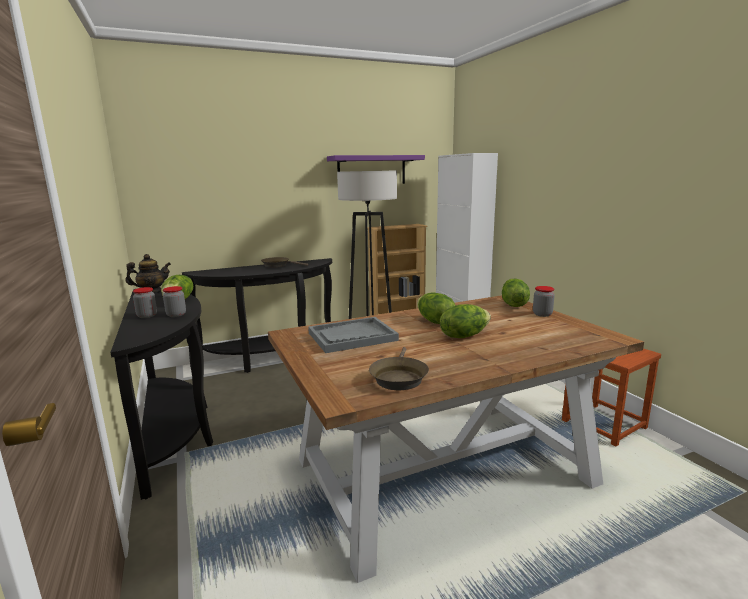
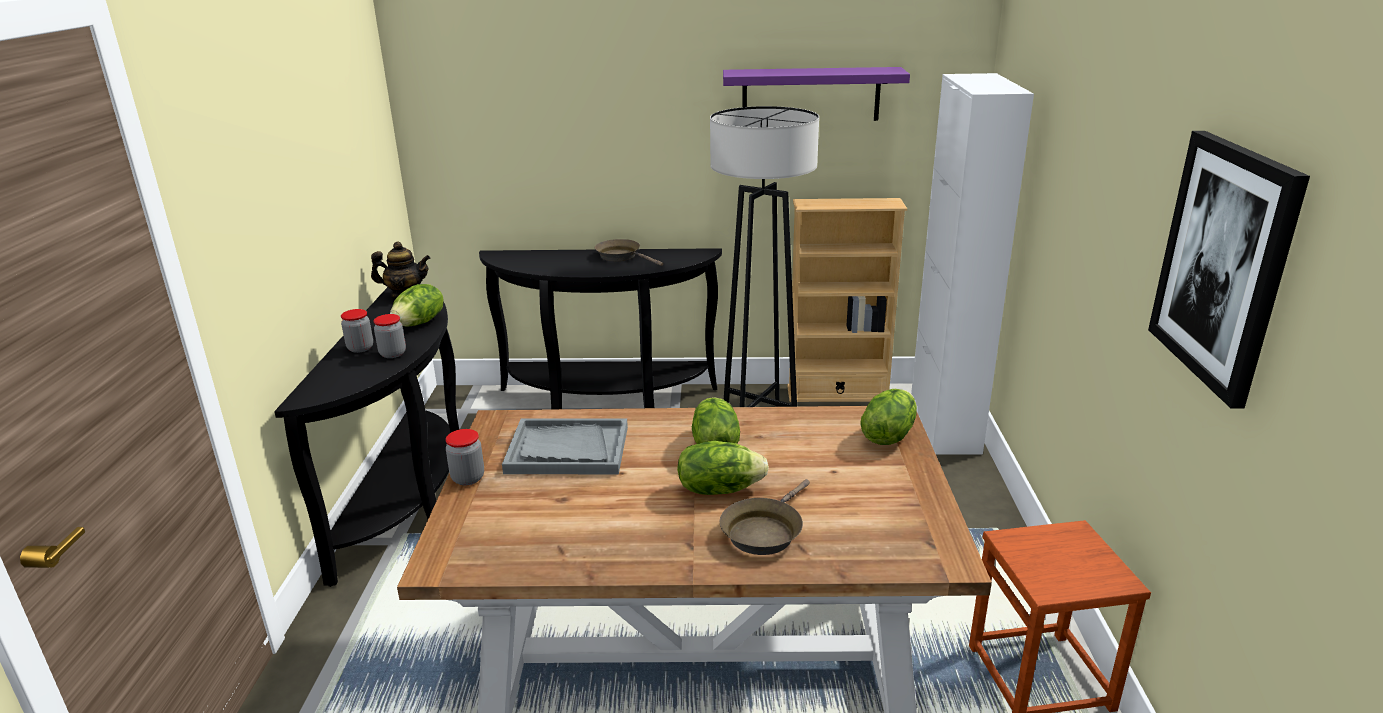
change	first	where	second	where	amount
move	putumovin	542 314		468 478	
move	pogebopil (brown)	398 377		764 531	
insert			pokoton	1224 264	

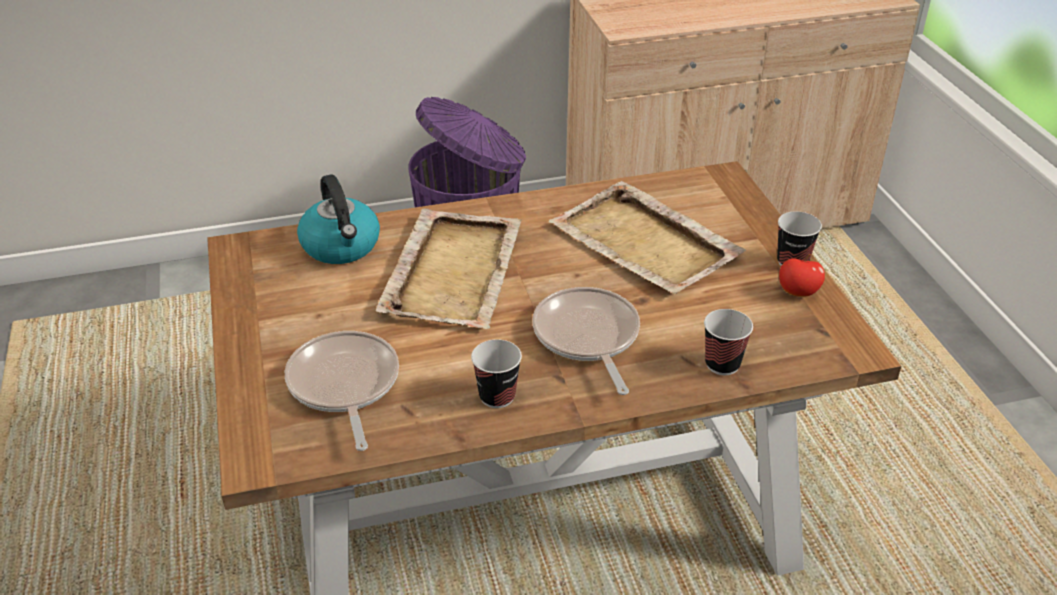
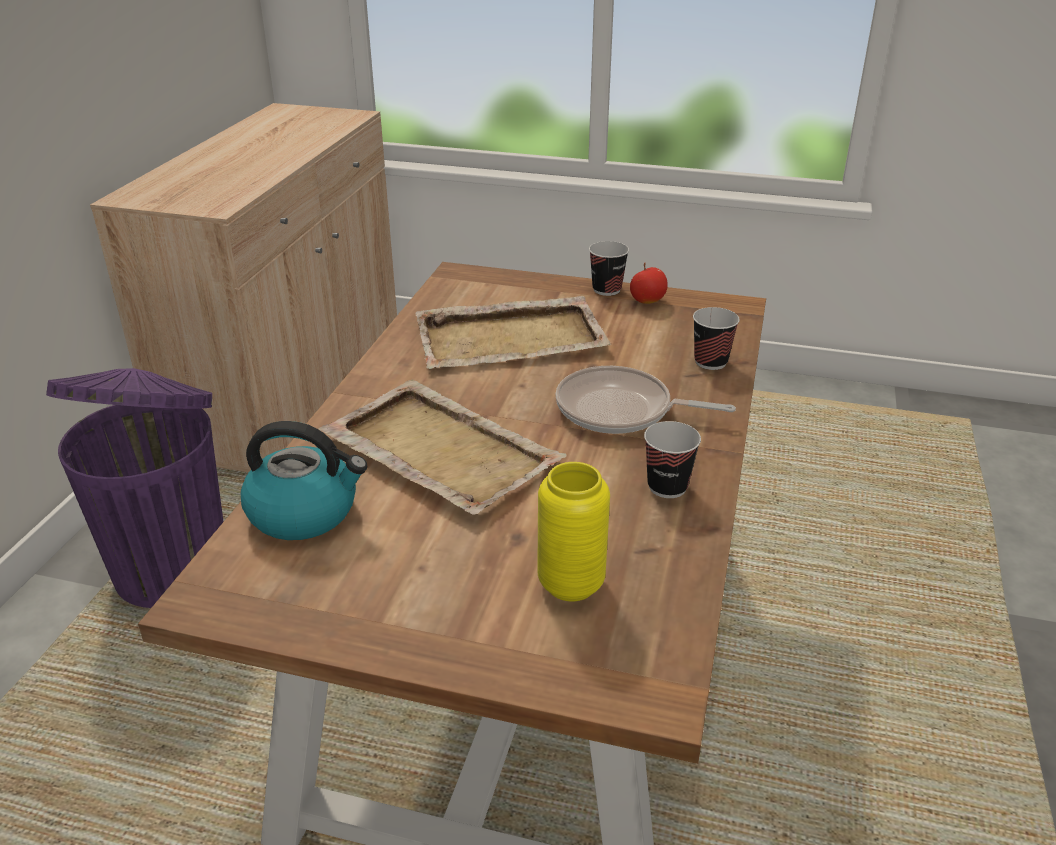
change	first	where	second	where	amount
replace	pogebopil	344 385	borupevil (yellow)	571 584	

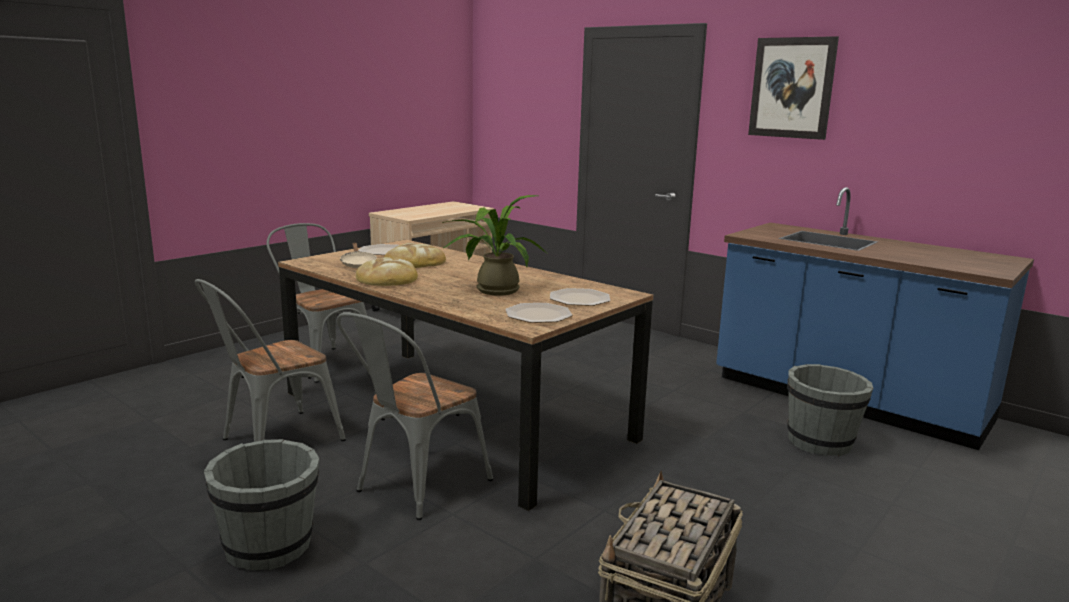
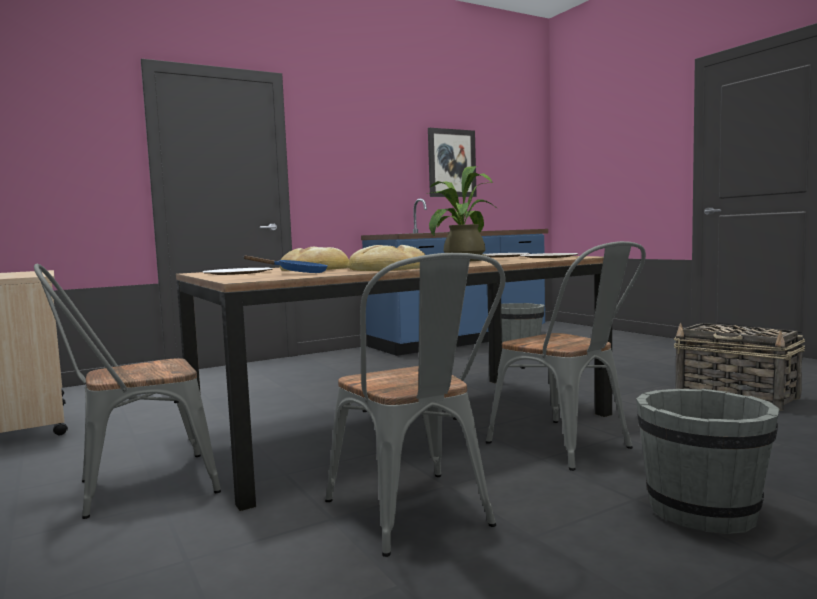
change	first	where	second	where	amount
move	pokoton	792 88		451 163	
recolor	pogebopil (beige)	358 264	pogebopil (blue)	297 273	

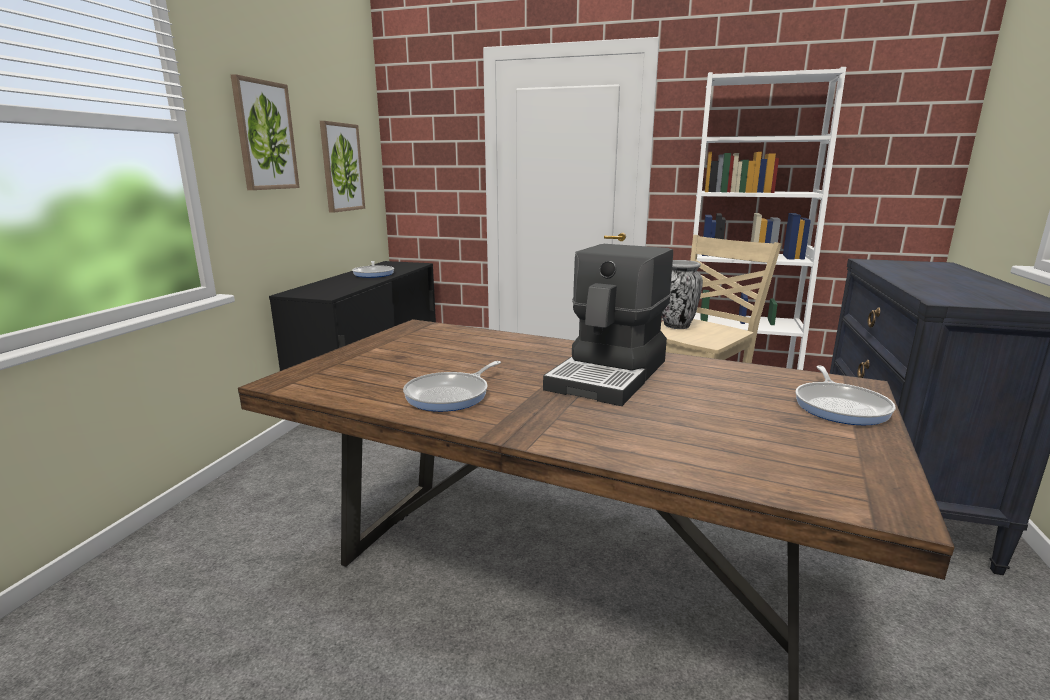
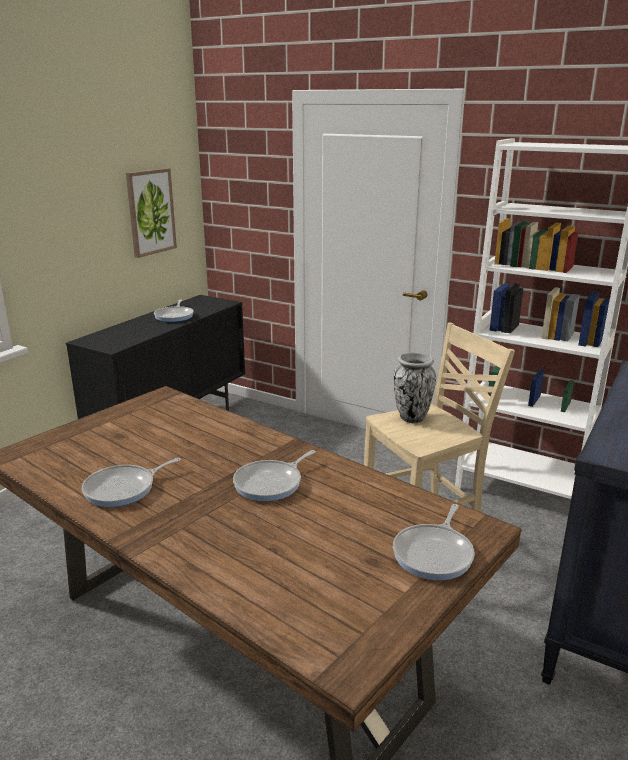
change	first	where	second	where	amount
delete	pokoton	265 136			
replace	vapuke	610 375	pogebopil	271 483	

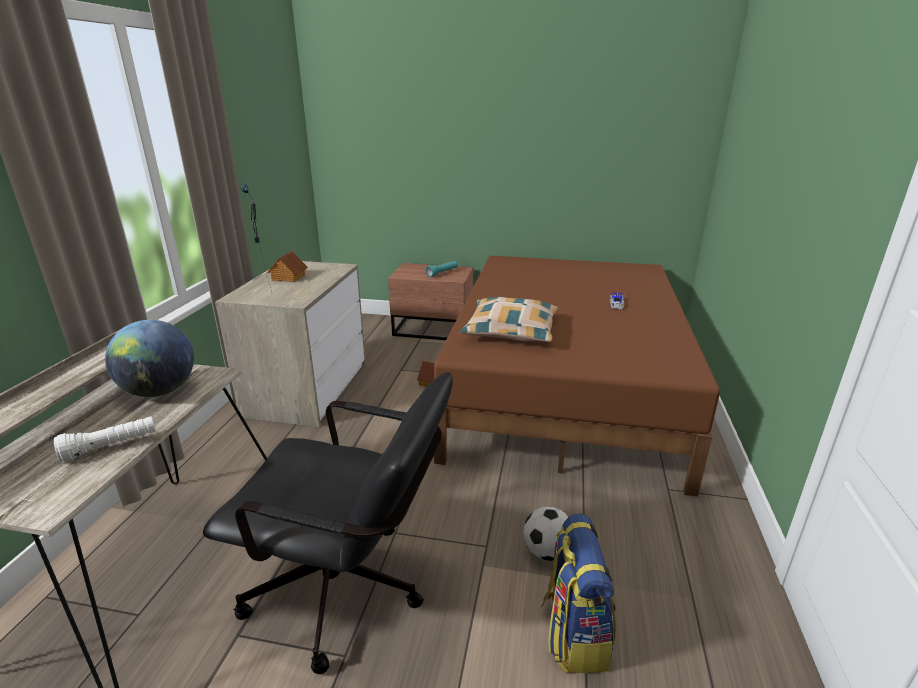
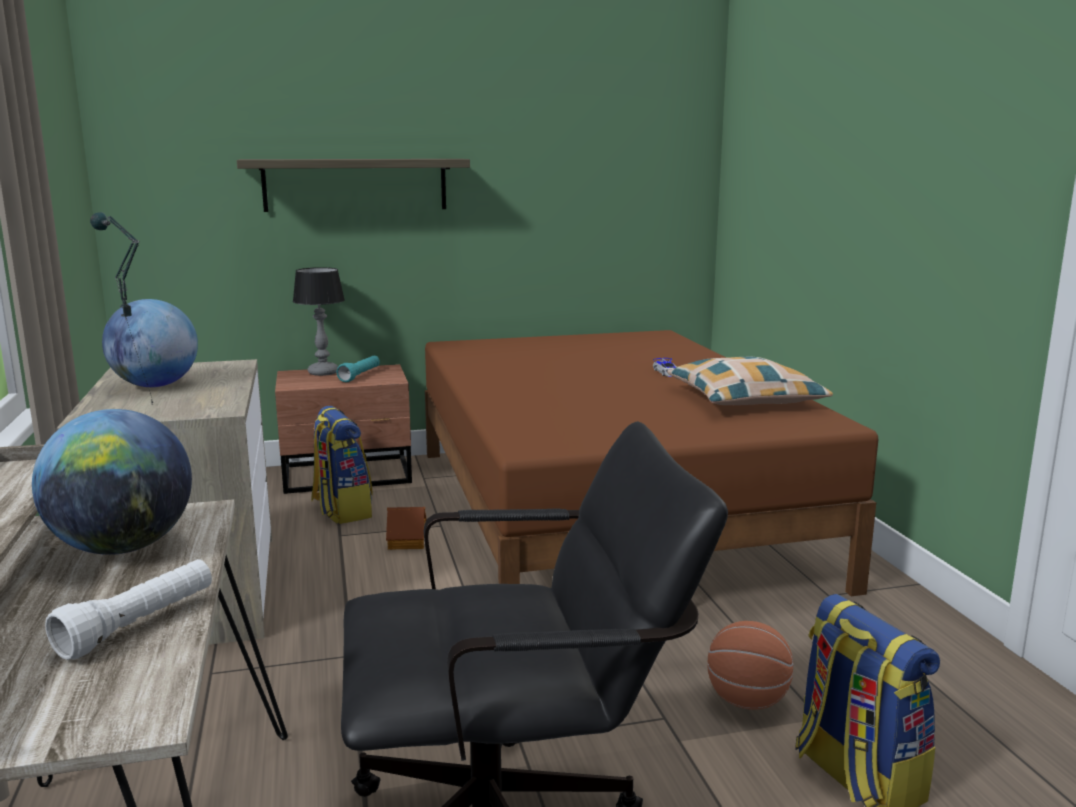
change	first	where	second	where	amount
replace	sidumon	288 278	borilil	155 385	
move	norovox	511 330		745 399	
replace	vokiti	547 552	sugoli	748 701	
insert			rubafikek	355 184	
insert			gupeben	322 372	
insert			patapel	341 510	

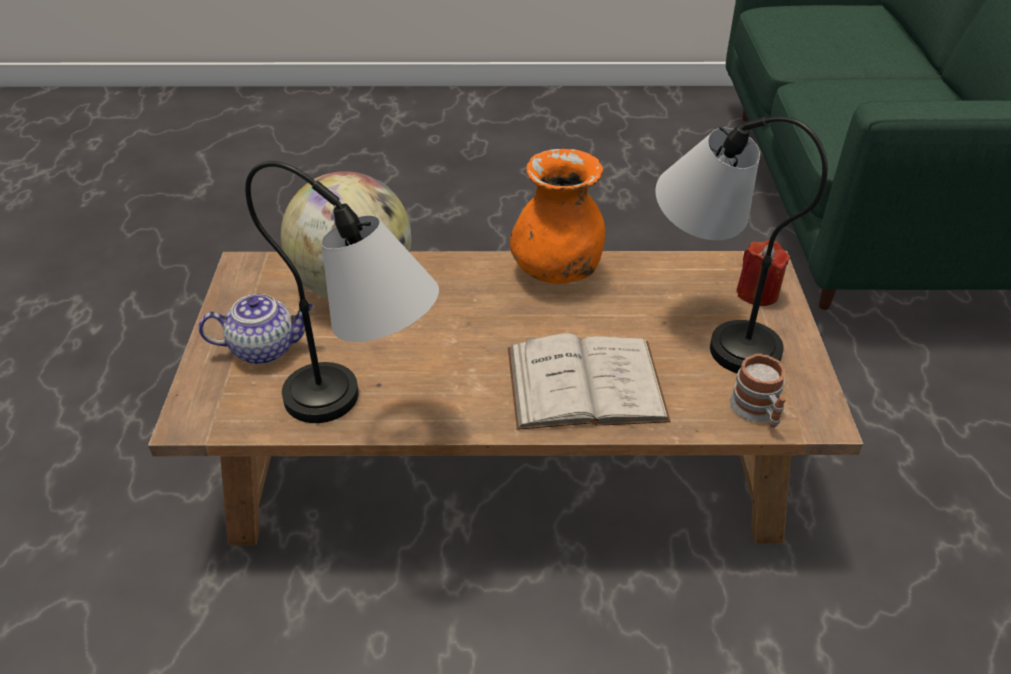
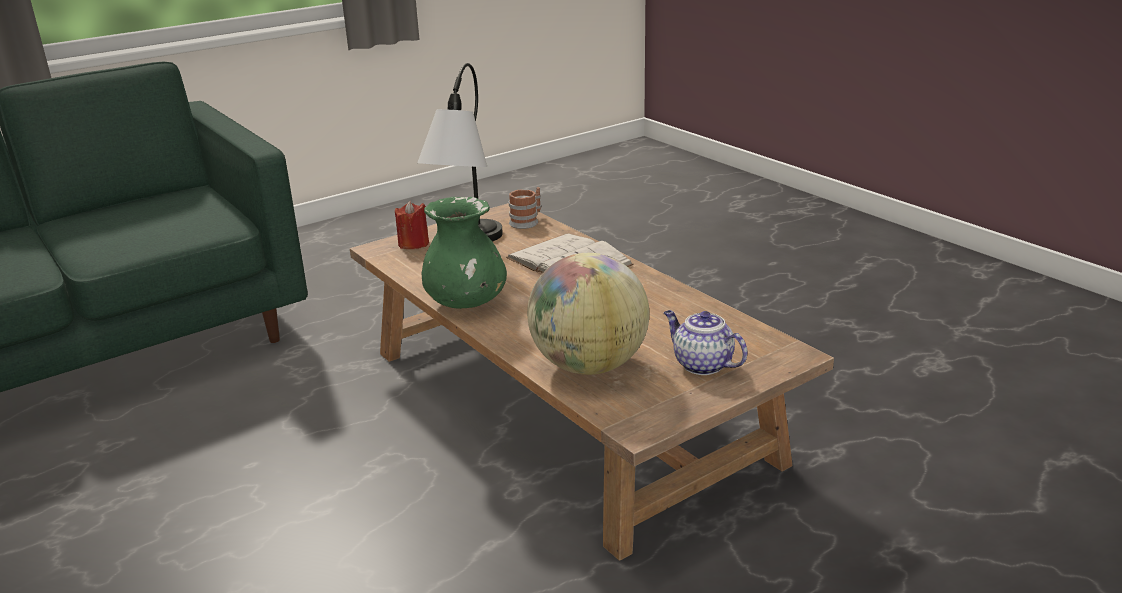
change	first	where	second	where	amount
recolor	borupevil (orange)	557 271	borupevil (green)	467 303	
delete	gupeben	366 411			

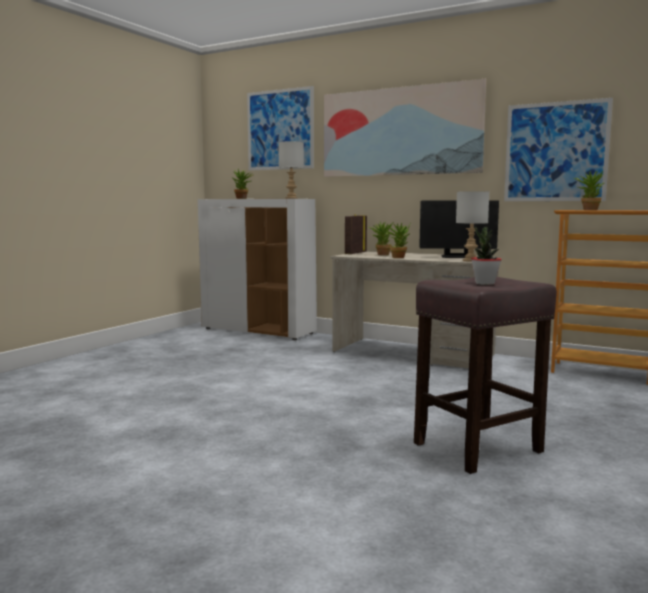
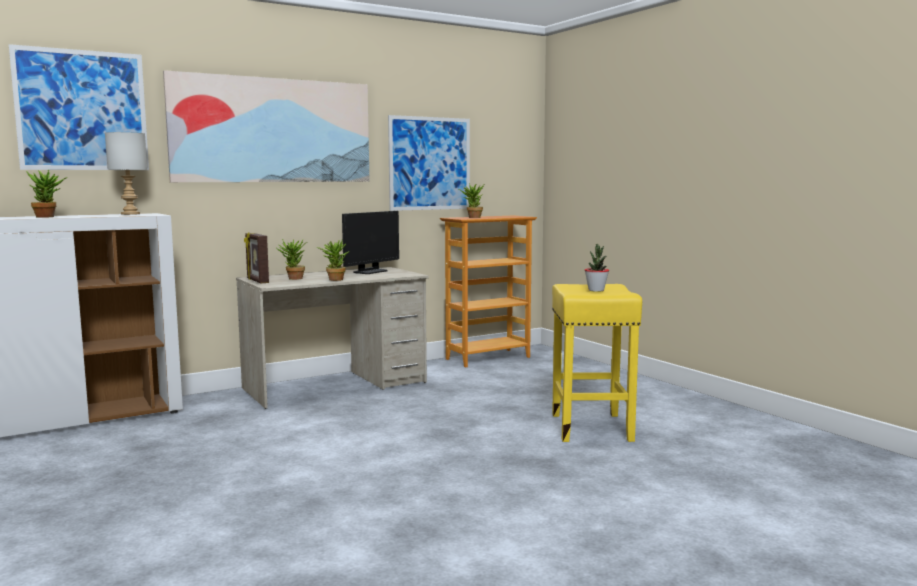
change	first	where	second	where	amount
delete	gupeben (grey)	470 260			
recolor	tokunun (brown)	479 447	tokunun (yellow)	590 427	

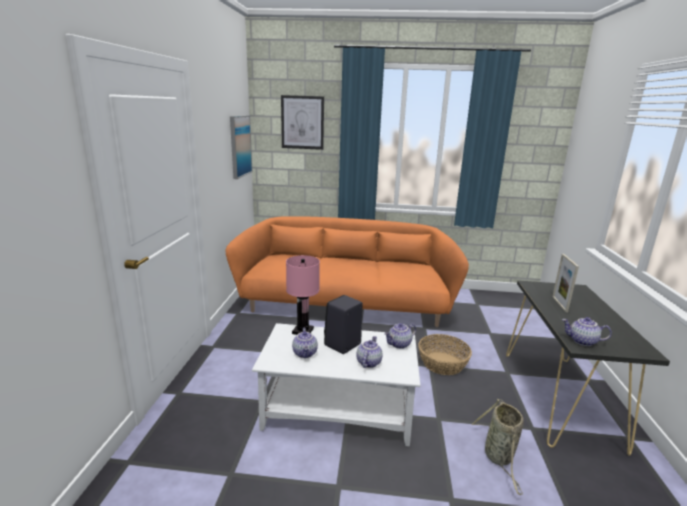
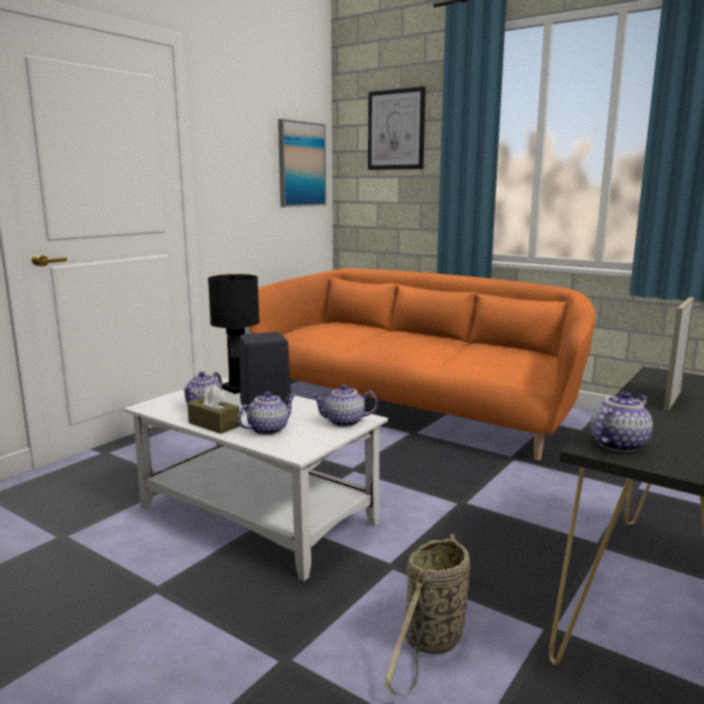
change	first	where	second	where	amount
recolor	gupeben (pink)	302 331	gupeben (black)	237 388	
rotate	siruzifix	582 341		617 444	90 degrees clockwise
delete	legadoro	443 363			
insert			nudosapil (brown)	214 424	

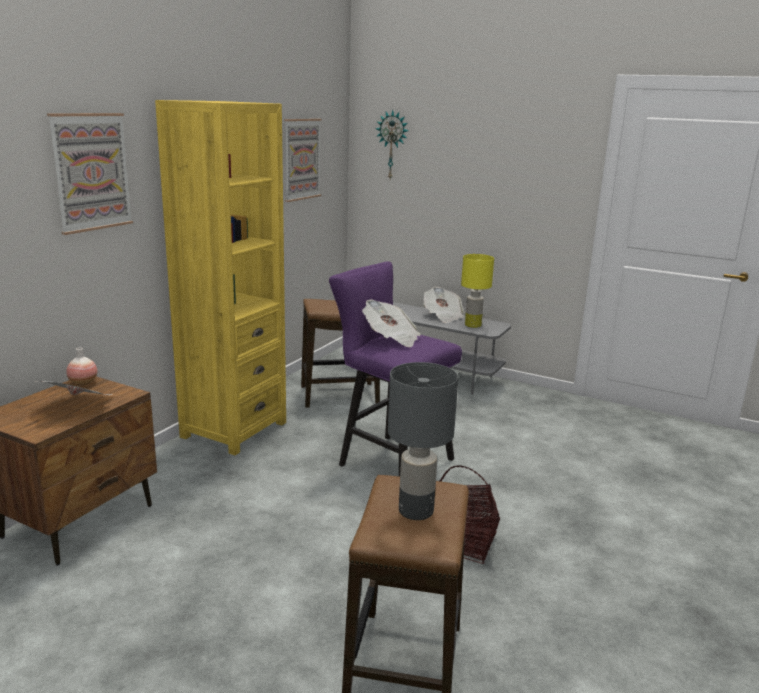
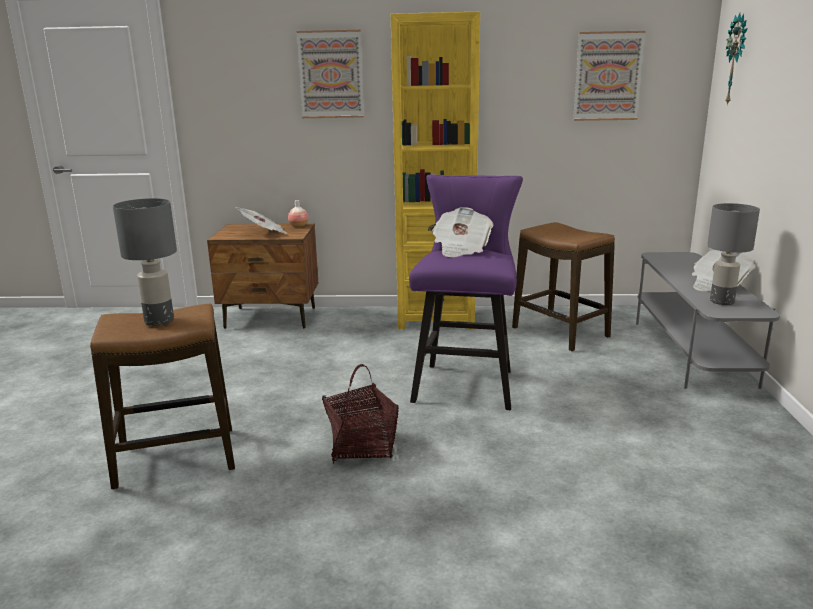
change	first	where	second	where	amount
recolor	gupeben (yellow)	472 325	gupeben (grey)	721 301	

